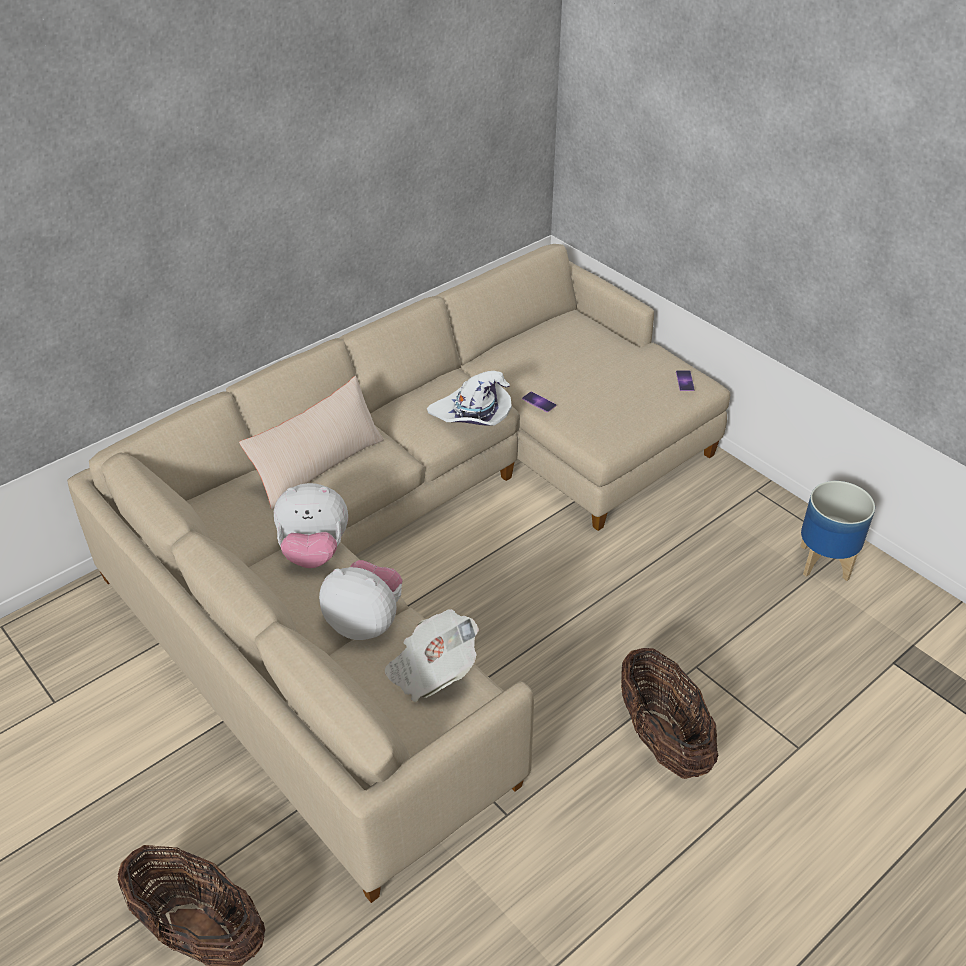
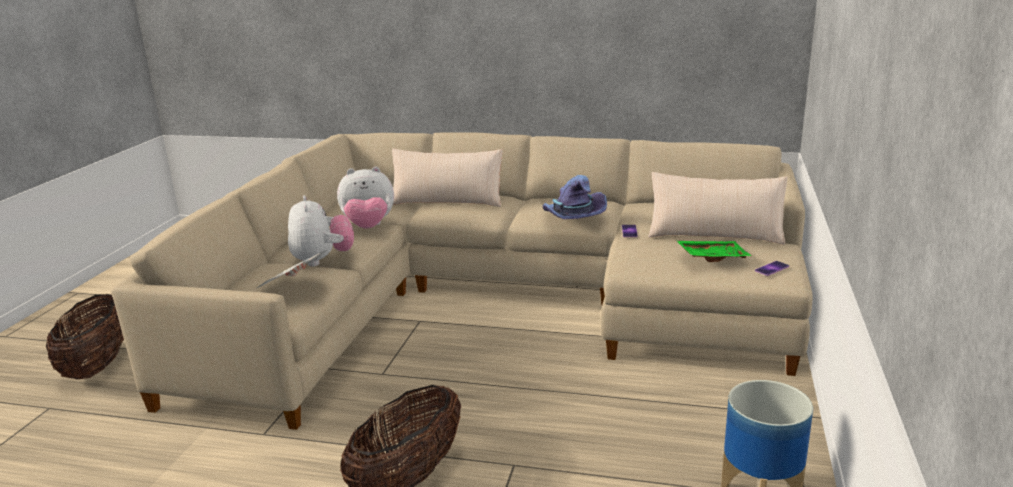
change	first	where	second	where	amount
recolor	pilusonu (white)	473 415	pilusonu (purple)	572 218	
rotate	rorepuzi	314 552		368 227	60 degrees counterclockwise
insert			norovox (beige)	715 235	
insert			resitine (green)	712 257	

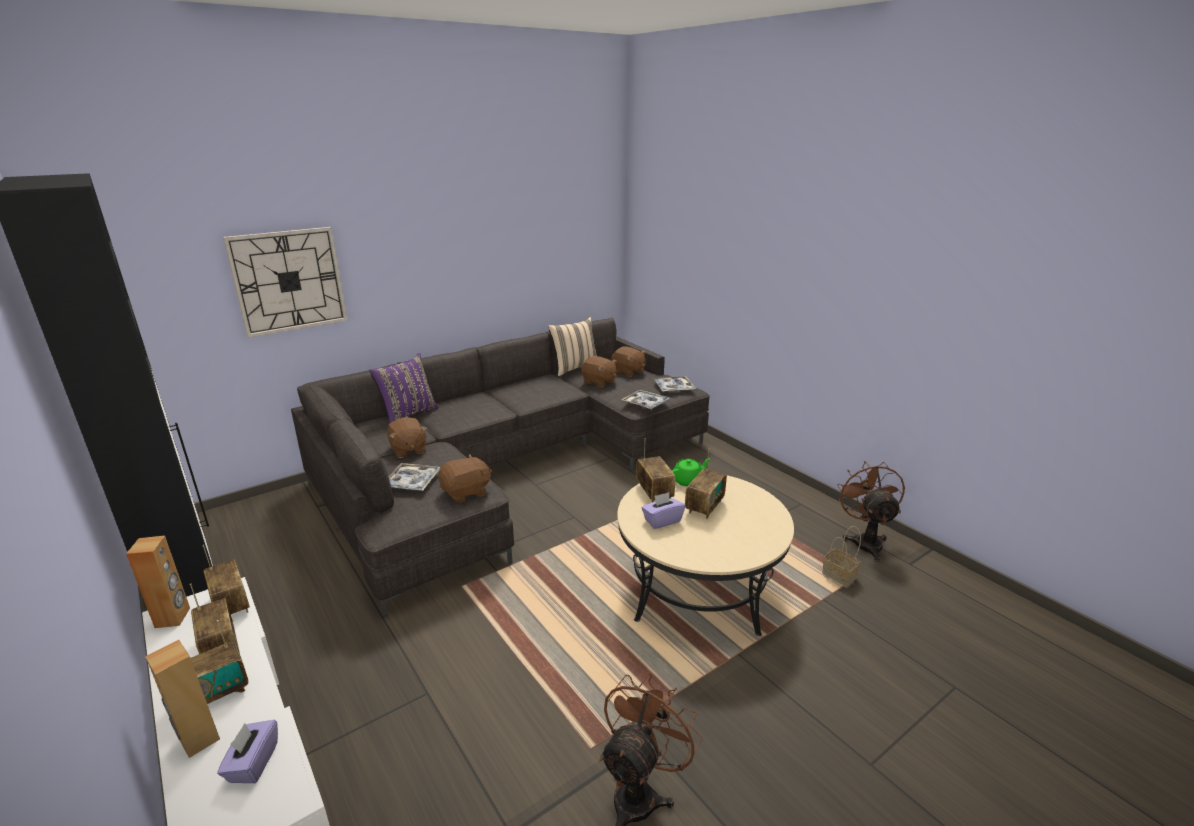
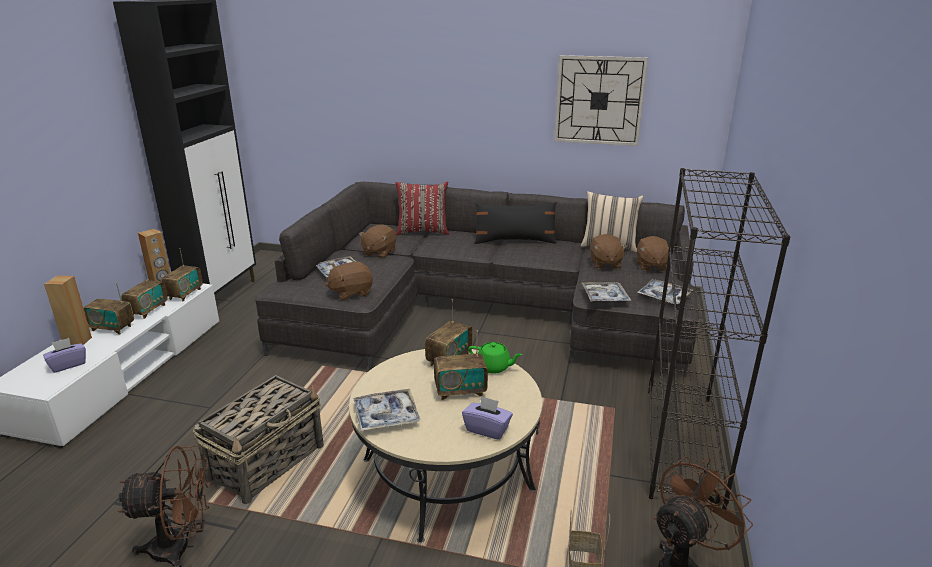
change	first	where	second	where	amount
move	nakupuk	289 281		599 100	
recolor	norovox (purple)	408 415	norovox (red)	422 231	
rotate	rorepuzi (brown)	466 492		351 293	135 degrees clockwise
move	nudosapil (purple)	662 520		487 429	
insert			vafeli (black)	683 445	
insert			norovox (black)	515 241	
insert			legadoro	268 462	
insert			resitine	386 416	

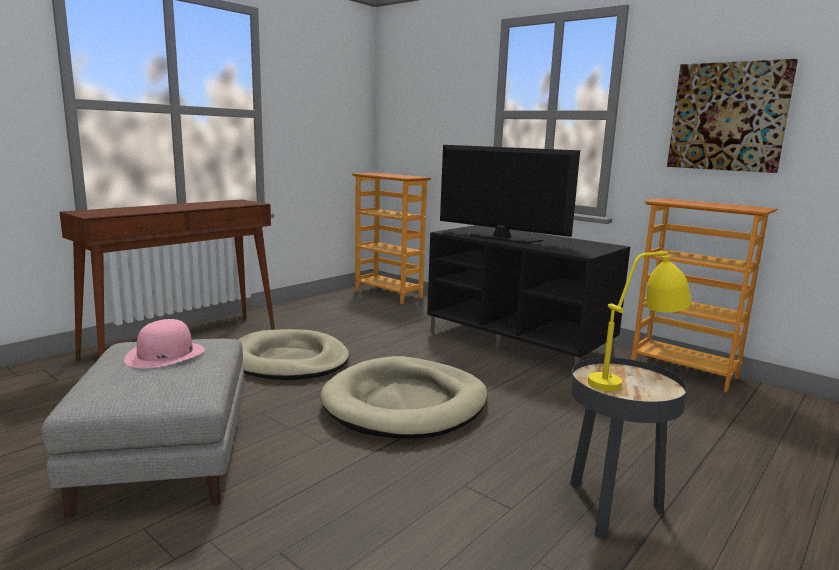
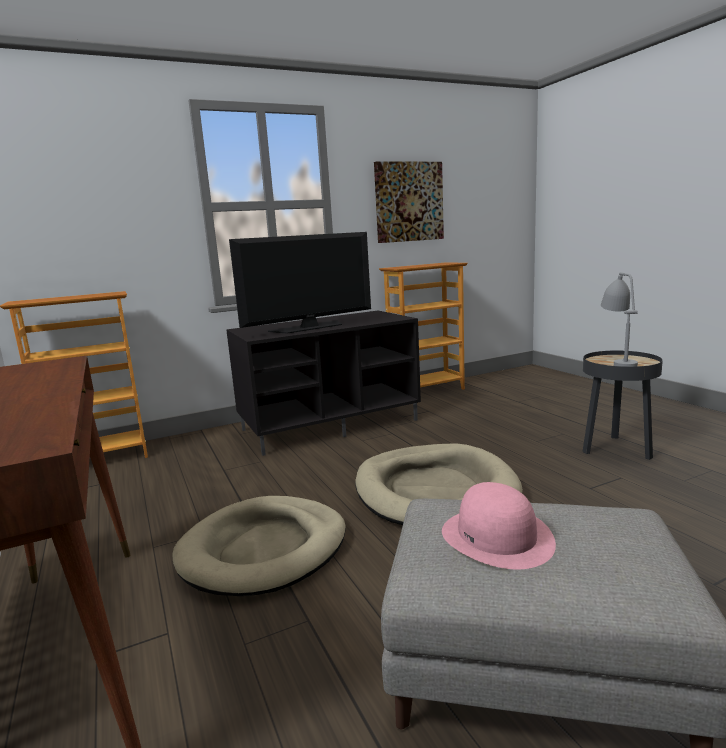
change	first	where	second	where	amount
recolor	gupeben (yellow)	635 381	gupeben (grey)	617 360	

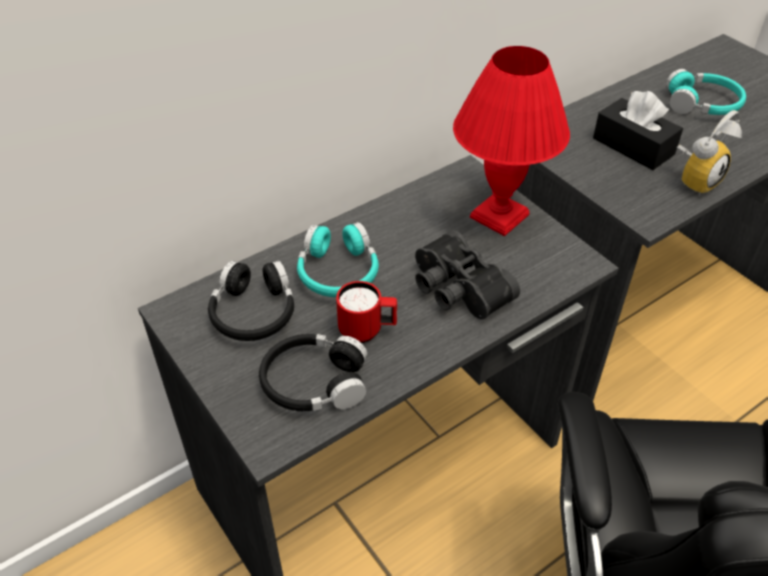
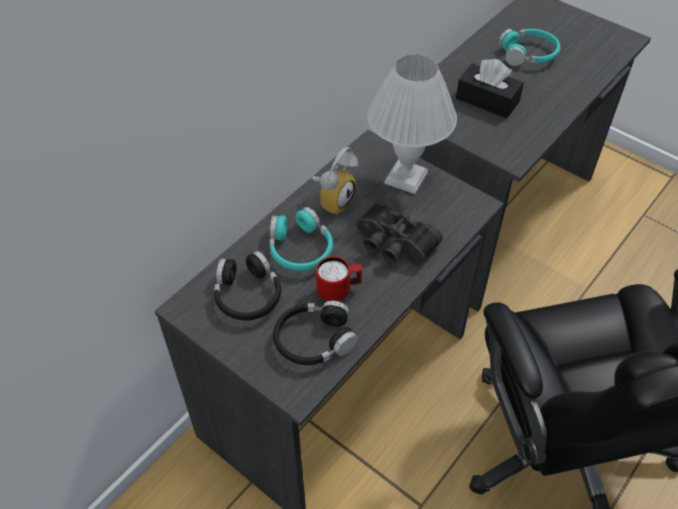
change	first	where	second	where	amount
recolor	gupeben (red)	499 217	gupeben (white)	406 179	
move	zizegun	695 180		334 200	

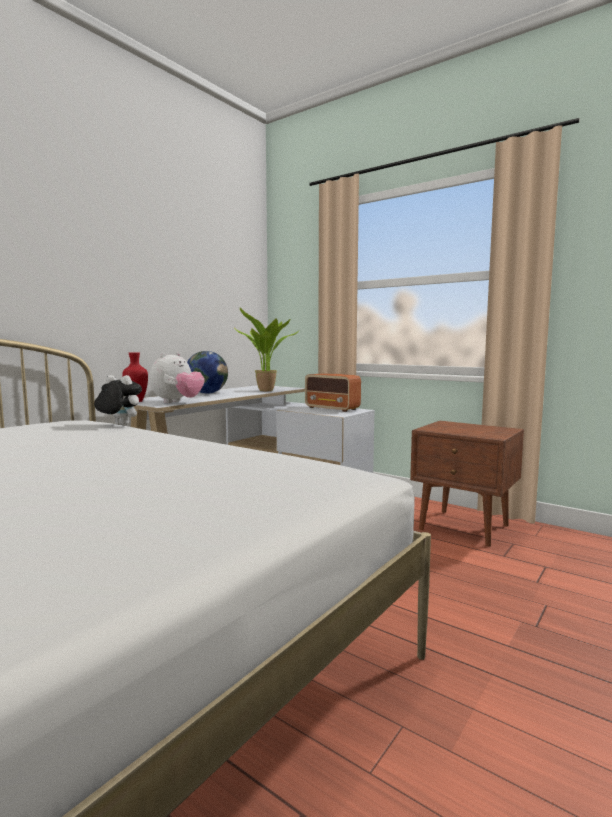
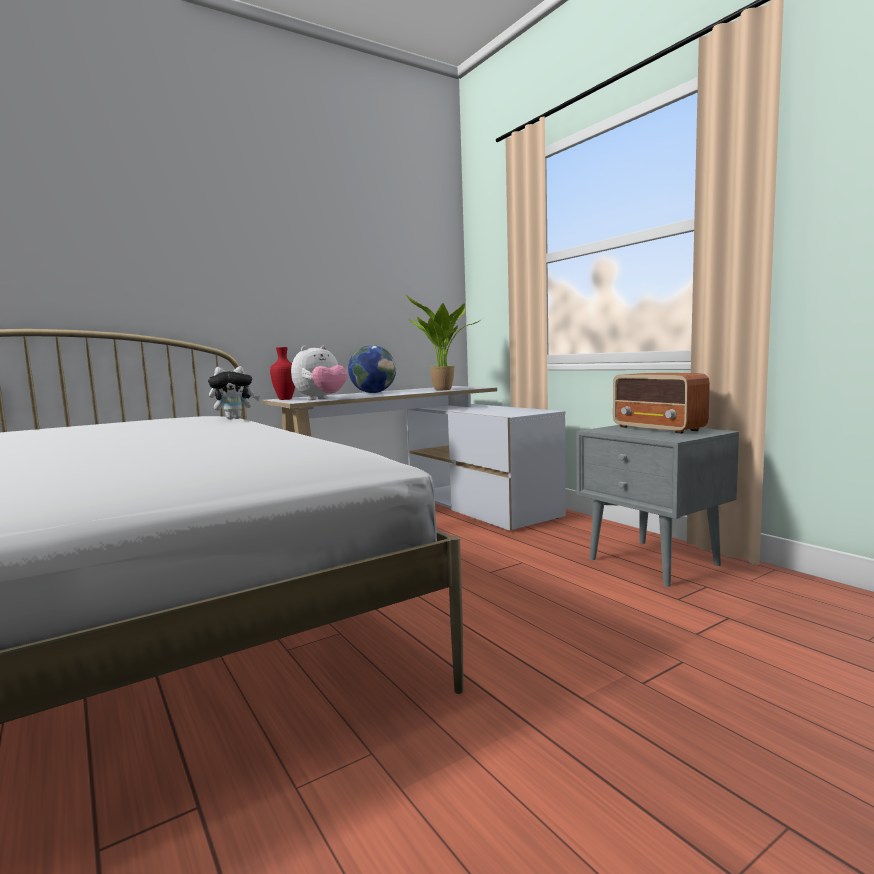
change	first	where	second	where	amount
move	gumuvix	332 408		658 429	
rotate	rorepuzi	119 425		235 418	120 degrees clockwise
recolor	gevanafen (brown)	465 528	gevanafen (grey)	654 562	

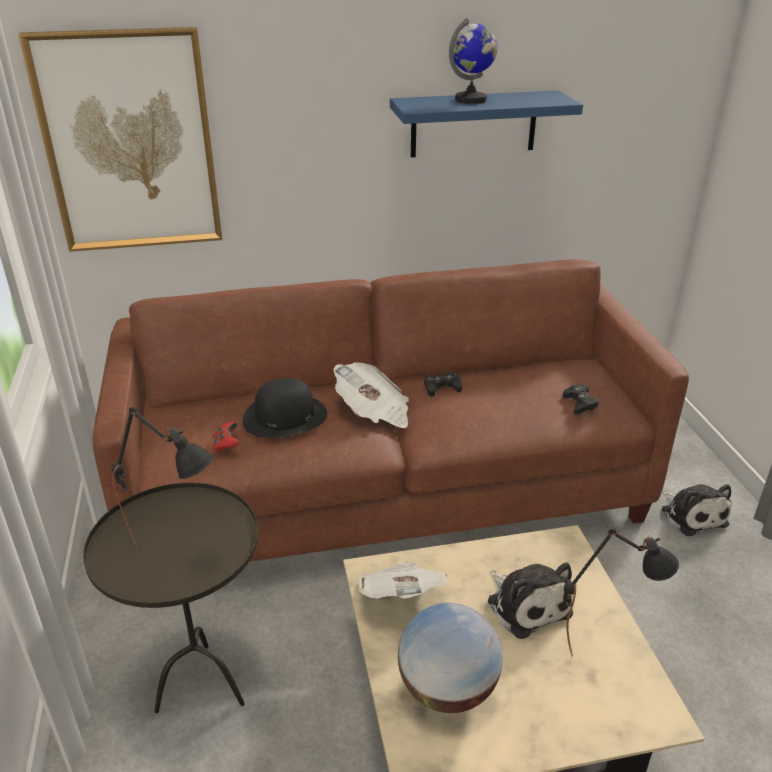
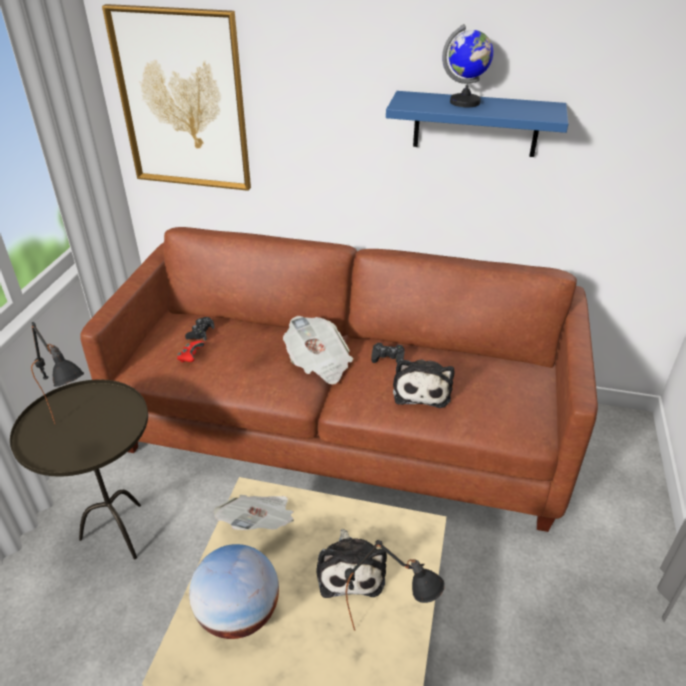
change	first	where	second	where	amount
delete	pilusonu (black)	284 416			
move	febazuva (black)	580 404		200 332	
move	rorepuzi	692 515		422 389	

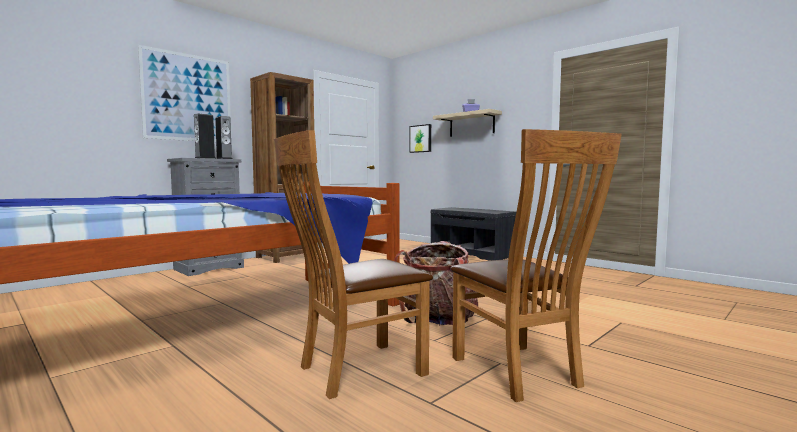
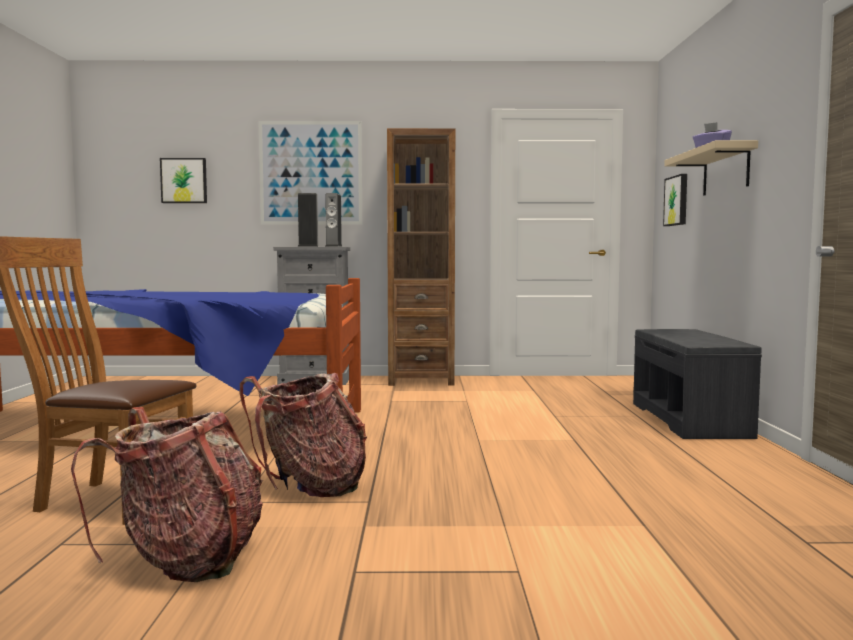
change	first	where	second	where	amount
replace	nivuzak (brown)	520 374	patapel	187 559	
insert			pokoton	184 180	

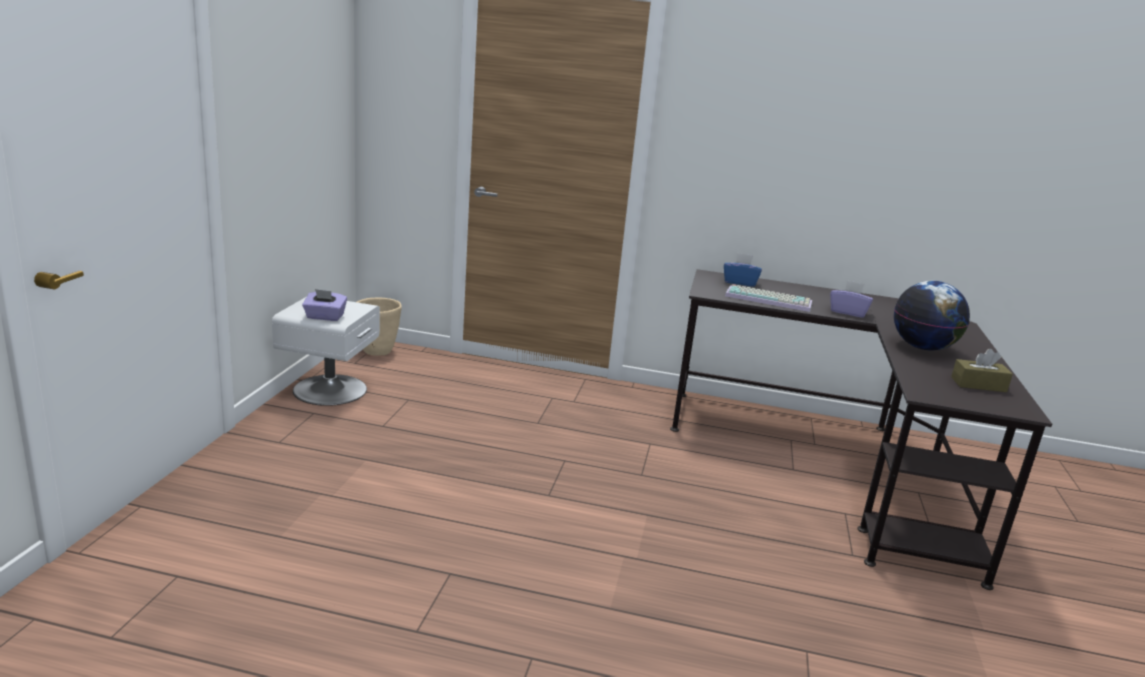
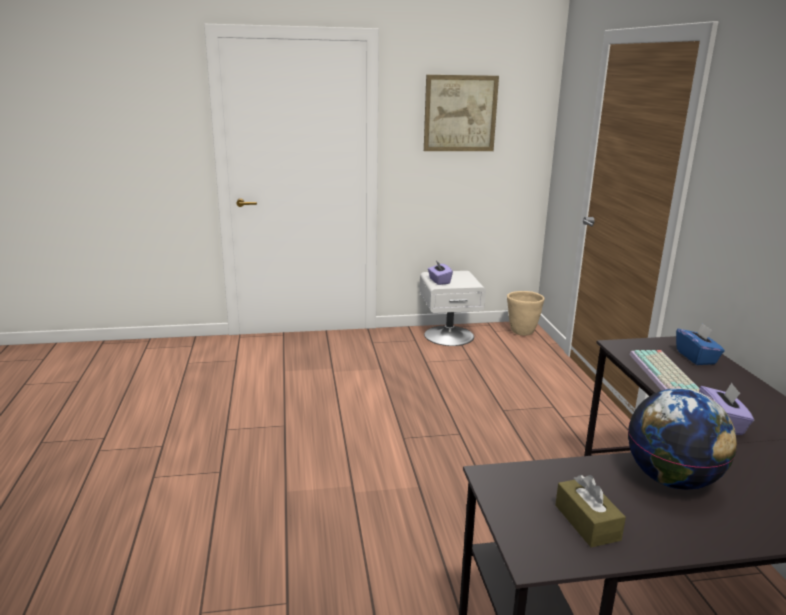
change	first	where	second	where	amount
insert			pokoton	460 113	

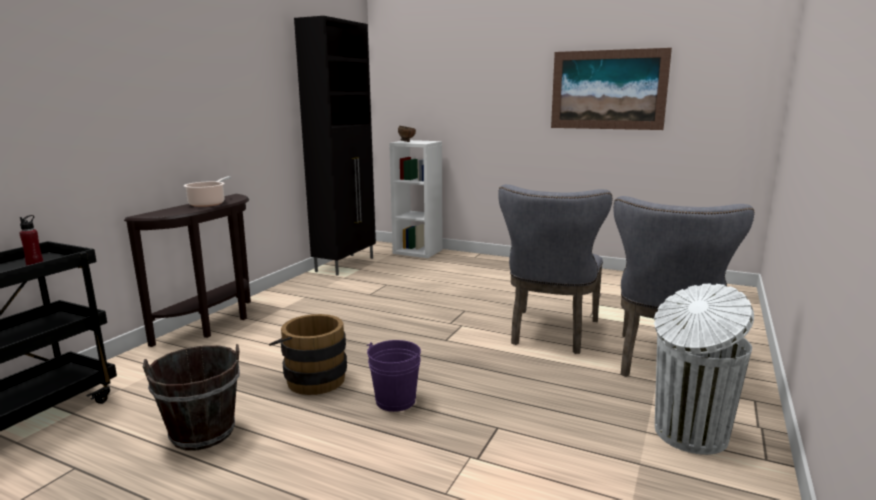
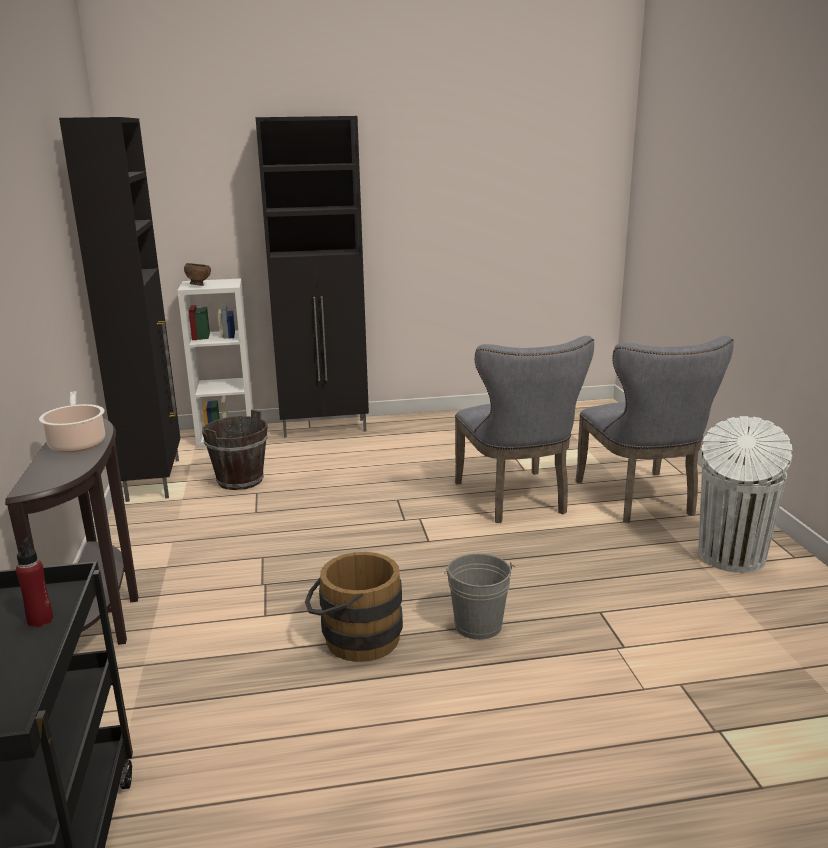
change	first	where	second	where	amount
delete	pokoton	608 90			
recolor	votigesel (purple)	395 400	votigesel (grey)	478 625	
move	votigesel (brown)	202 433		240 481	
insert			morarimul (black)	325 428	

